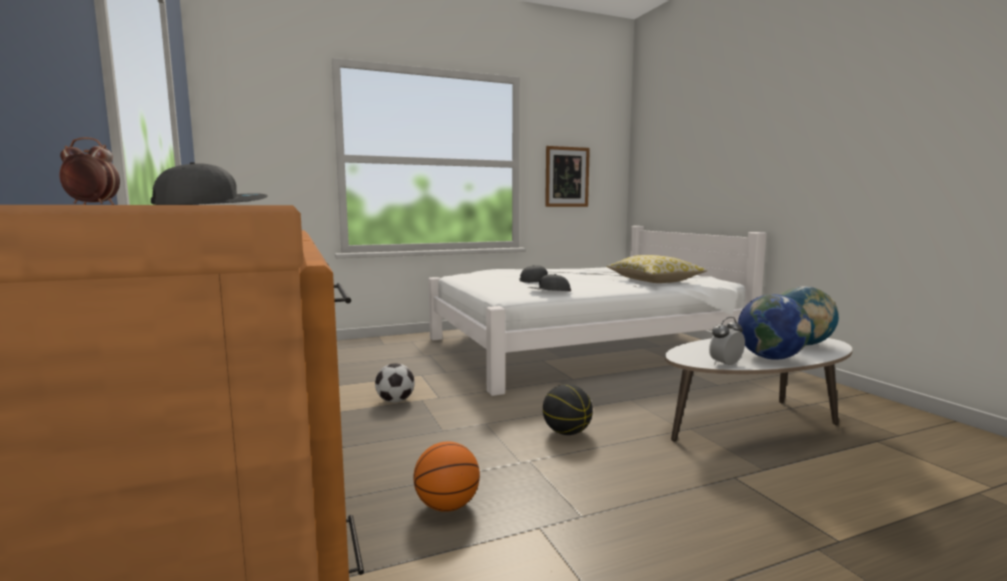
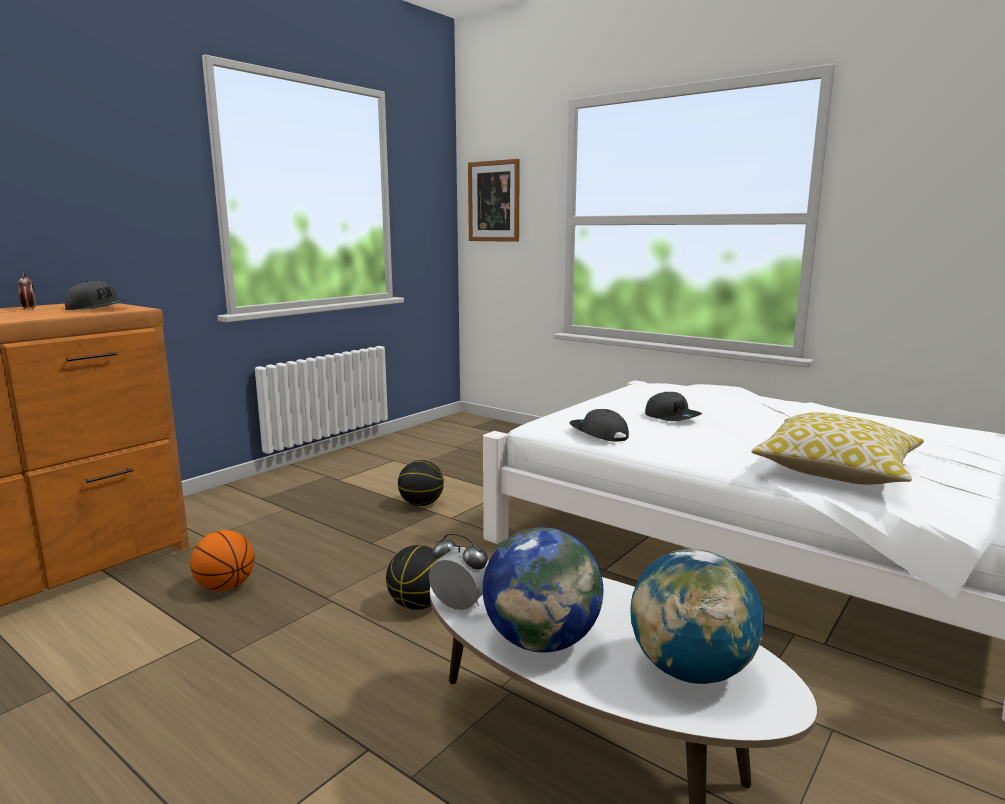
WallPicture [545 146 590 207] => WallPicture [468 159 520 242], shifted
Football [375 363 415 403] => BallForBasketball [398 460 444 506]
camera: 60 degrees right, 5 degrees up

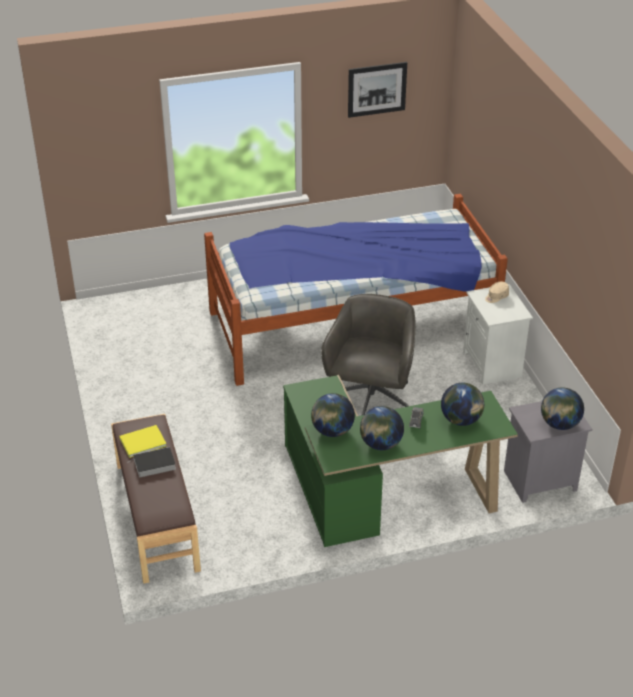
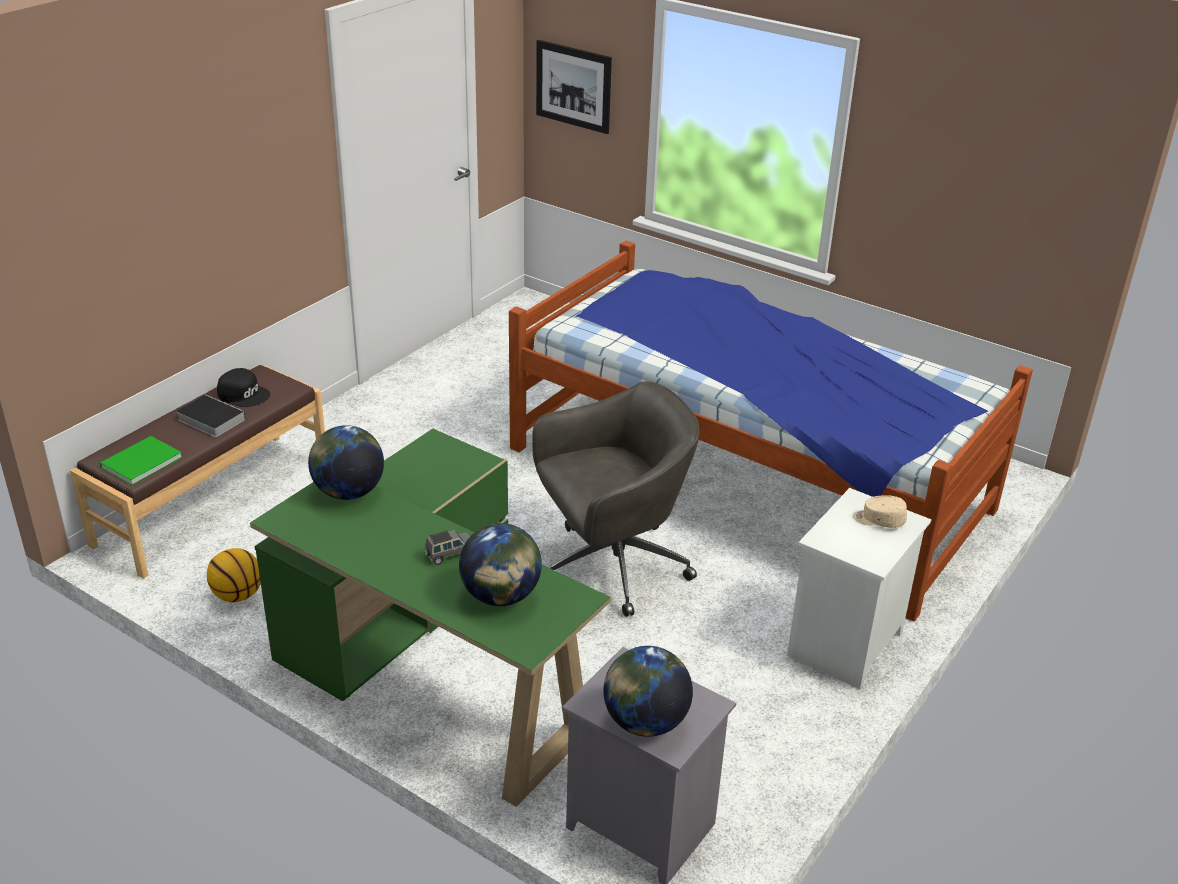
WallPicture [348 62 407 118] => WallPicture [536 40 612 134], shifted
DeskGlobe [360 406 404 450] => nothing
YellowBoundBook [119 425 167 458] => BlackCap [217 368 270 407]
nothing => GreenColouredBoundBook [99 436 182 485]
nothing => BallForBasketball [207 548 261 603]
camera: 50 degrees right, 5 degrees down

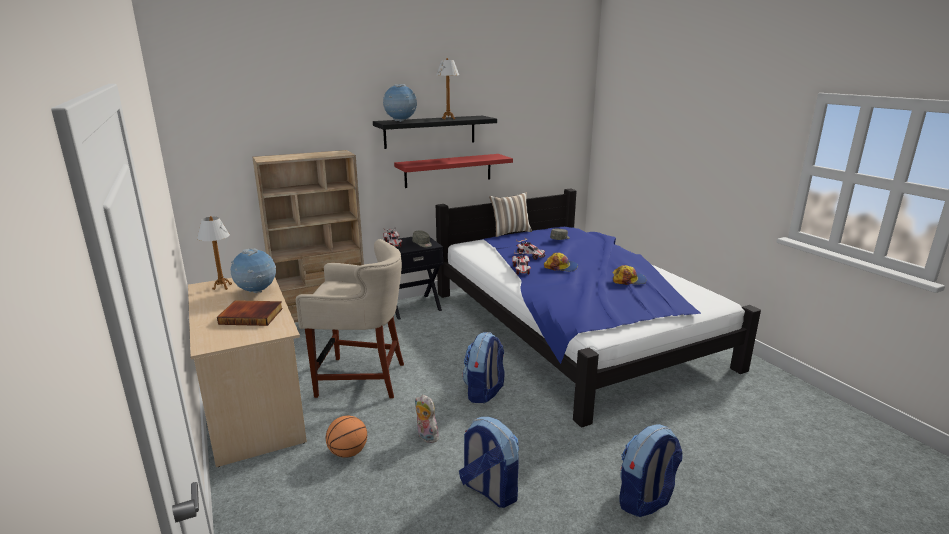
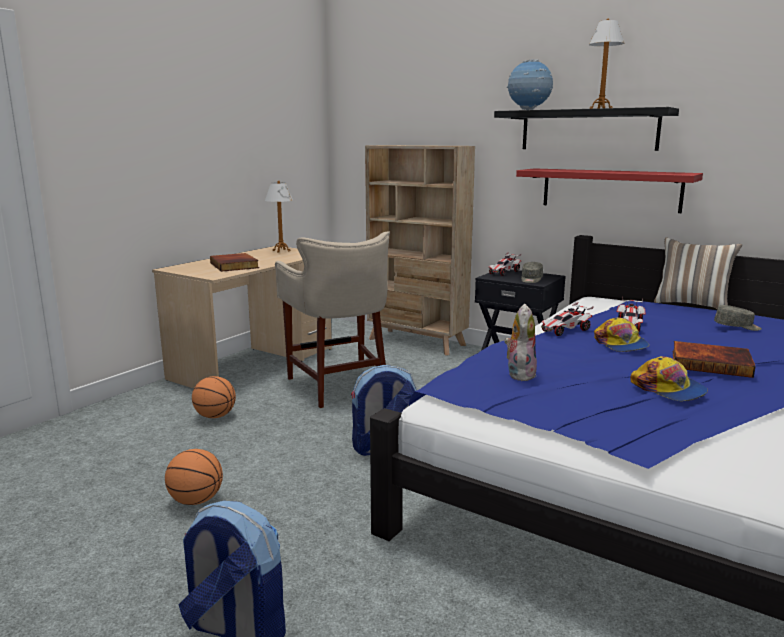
DeskGlobe [230 248 276 293] => nothing
SoftToy [415 395 439 443] => SoftToy [505 304 537 381], shifted
Knapsack [459 417 519 508] => BallForBasketball [165 449 223 505]
nothing => BoundBook [673 341 756 378]
camera: 60 degrees right, 5 degrees down

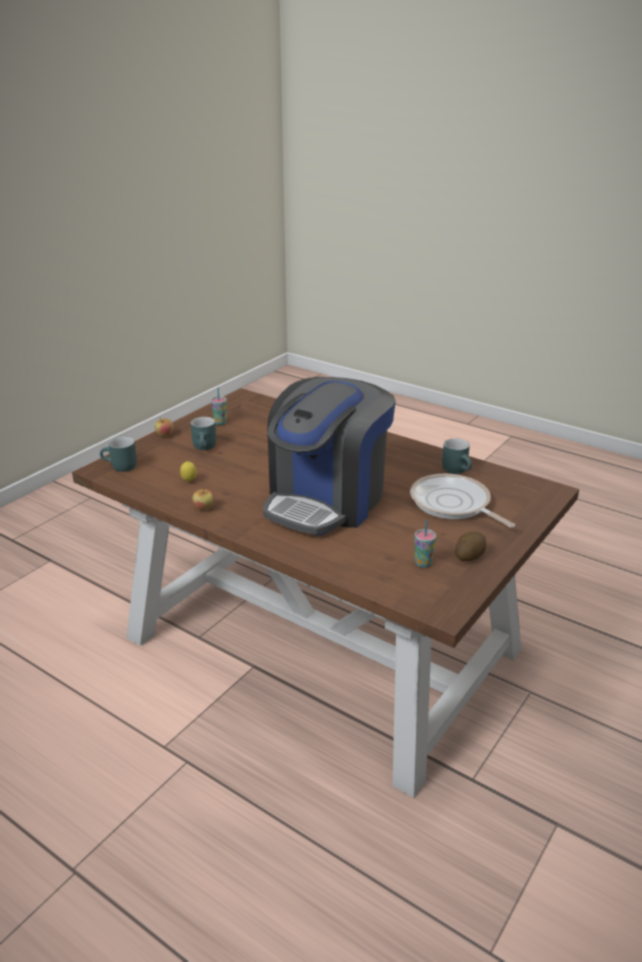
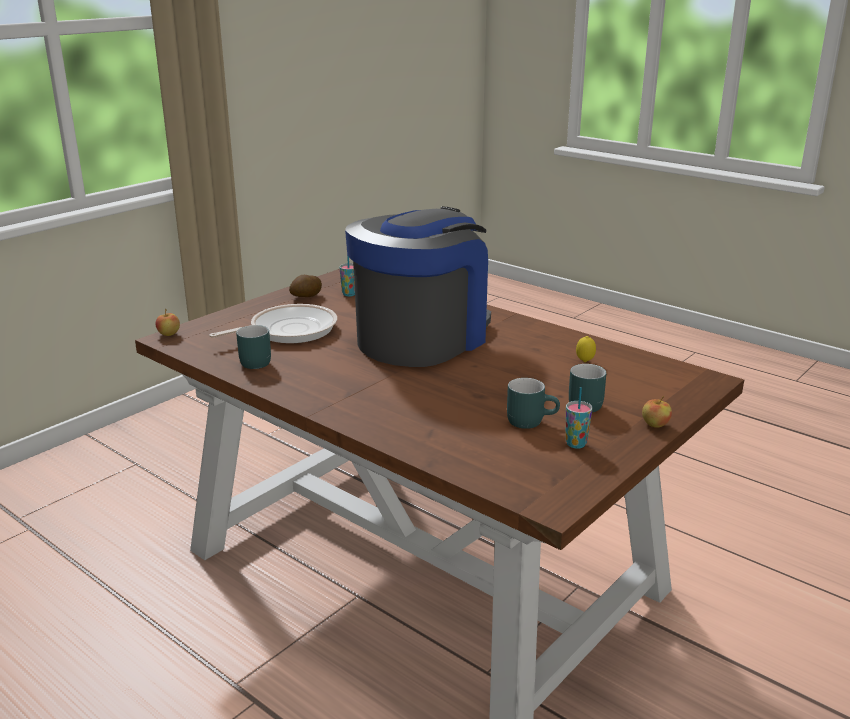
BlueGreenCoffeeMug [100 436 137 472] => BlueGreenCoffeeMug [507 378 560 429], shifted
Pan [410 474 515 528] => Pan [209 304 337 343], 90 degrees counterclockwise
Apple [192 489 214 510] => Apple [155 309 180 336], shifted
camera: 175 degrees left, 5 degrees down

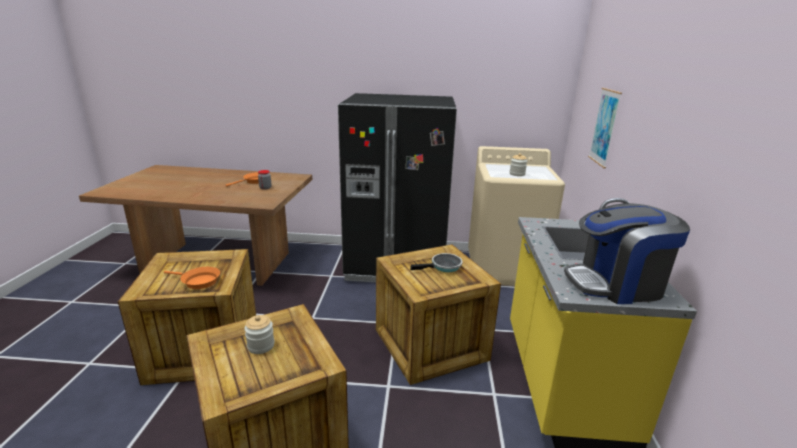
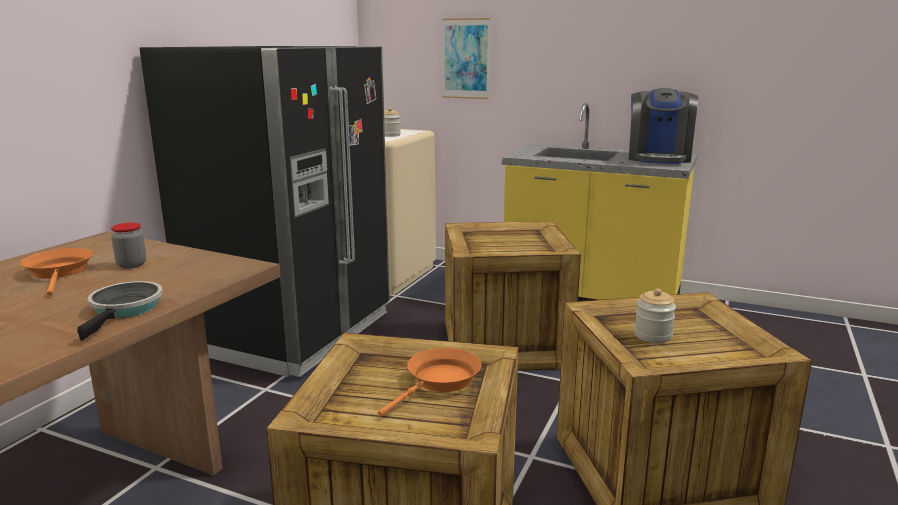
Pan [410 253 463 272] => Pan [77 281 163 341], shifted
camera: 70 degrees left, 5 degrees down

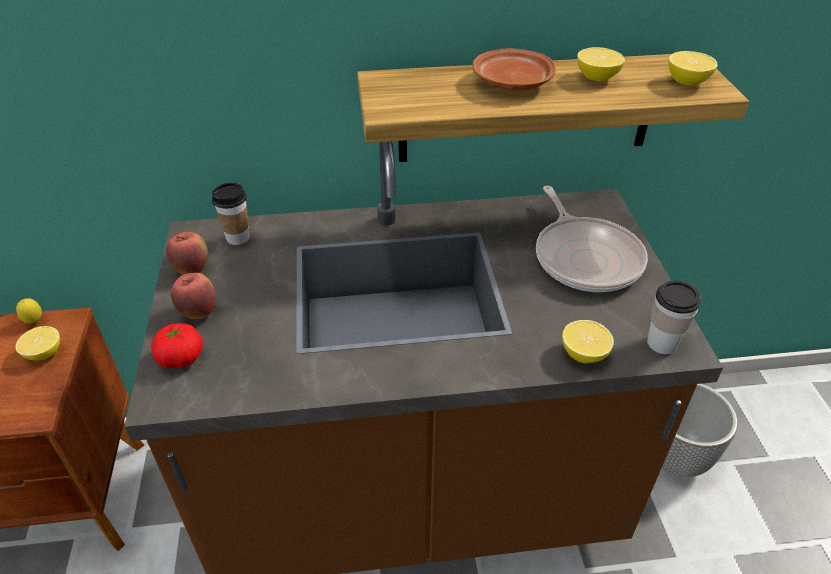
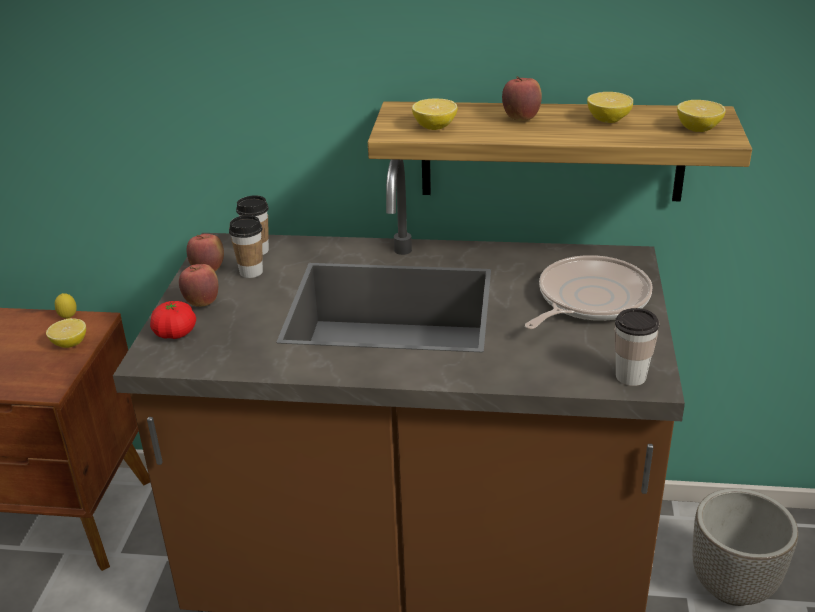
BrownPlate [472 48 556 91] => Apple [502 76 542 121]
Pan [536 186 648 292] => Pan [525 255 653 329], 135 degrees counterclockwise
Lemon [562 320 614 363] => Lemon [412 98 458 130], shifted
nothing => SmallCup [229 215 263 278]
camera: 15 degrees right, 10 degrees down

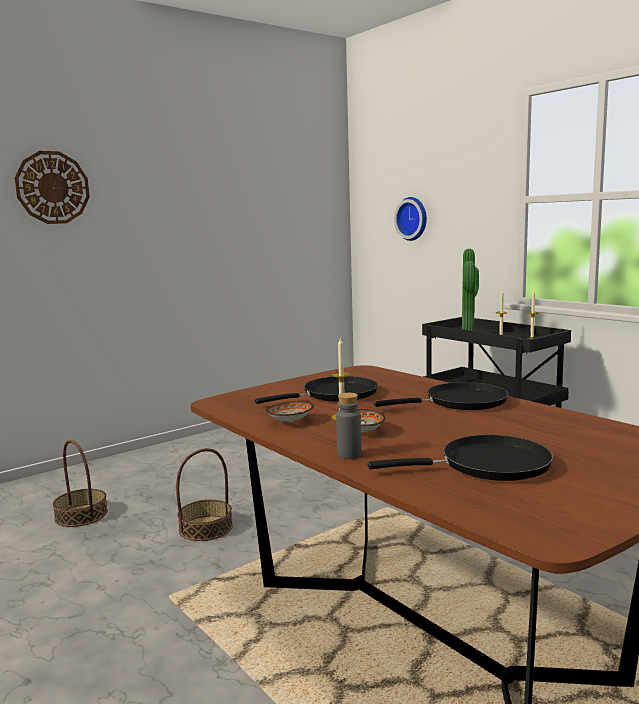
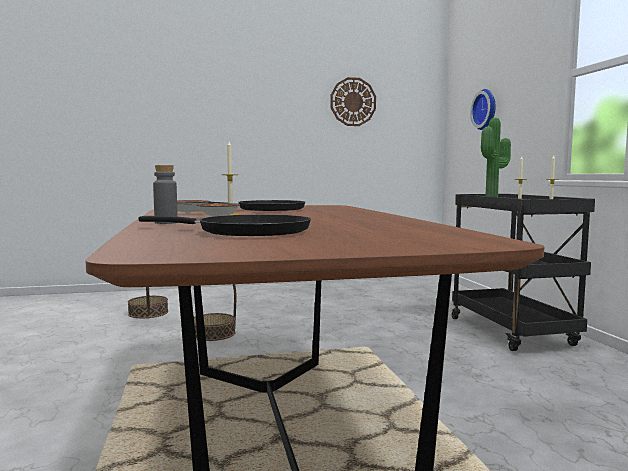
WallClock [15 151 90 224] => WallClock [331 77 376 126], shifted
BlackPan [374 382 508 410] => nothing
camera: 25 degrees right, 5 degrees down

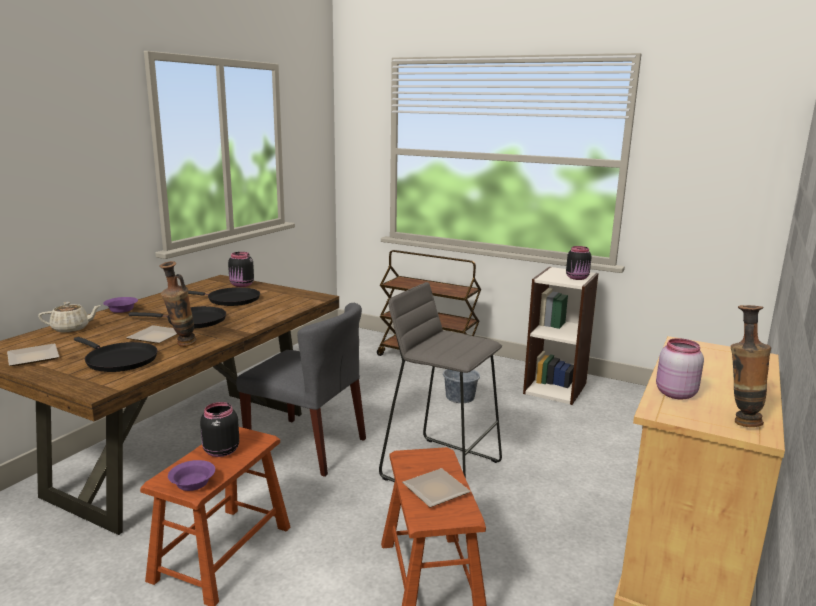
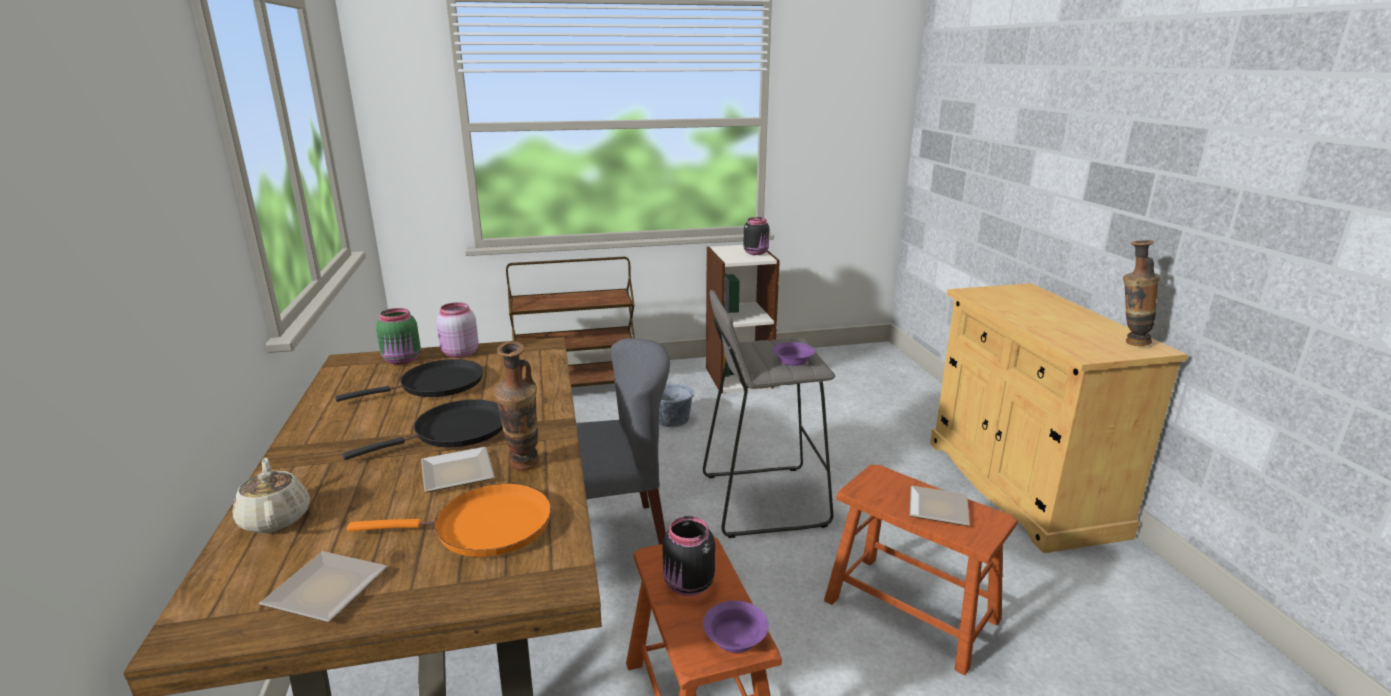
BlackStorageJar [228 252 254 287] => GreenColouredStorageJar [376 308 421 365]
PurplishBowl [103 297 138 313] => PurplishBowl [773 342 815 366], shifted
BeigeTeaPot [38 302 101 333] => BeigeTeaPot [232 458 310 533], 60 degrees counterclockwise
BlackPan [74 337 157 372] => OrangeyPan [347 483 551 557]
PinkColouredStorageJar [656 338 704 399] => PinkColouredStorageJar [436 302 479 358], shifted
camera: 40 degrees left, 5 degrees up

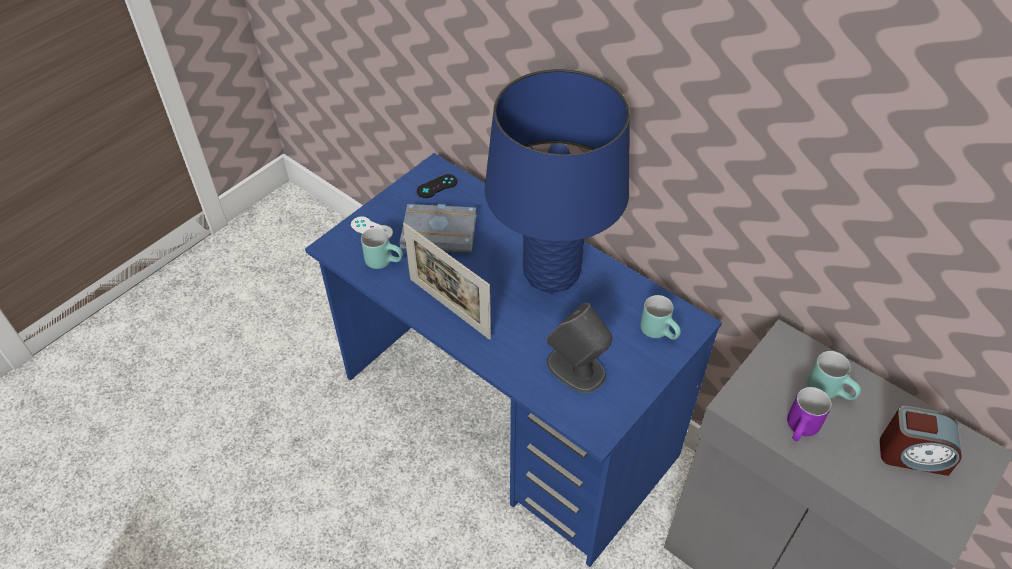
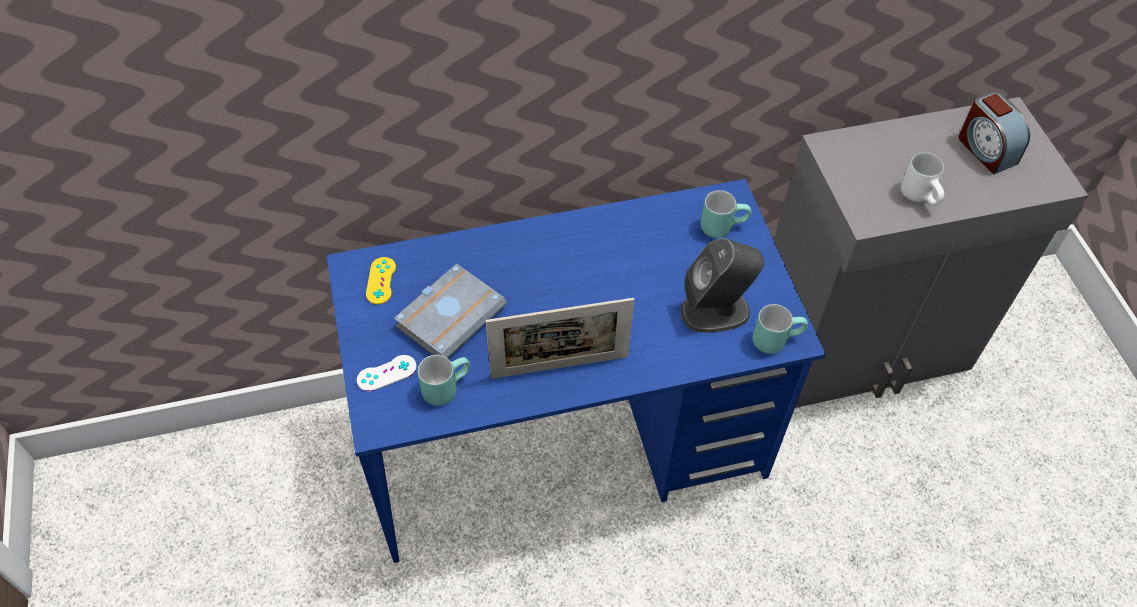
BlueTableLamp [485 69 630 293] => nothing
BlackGamepad [417 174 457 198] => YellowGamepad [366 257 396 304]
BlueGreenCoffeeMug [807 351 861 400] => BlueGreenCoffeeMug [753 304 808 354], shifted
PurplishCoffeeMug [787 387 831 441] => WhiteCoffeeMug [901 152 944 206]
TableClock [880 406 962 476] => TableClock [959 91 1030 175], 105 degrees clockwise
camera: 55 degrees left, 5 degrees up

